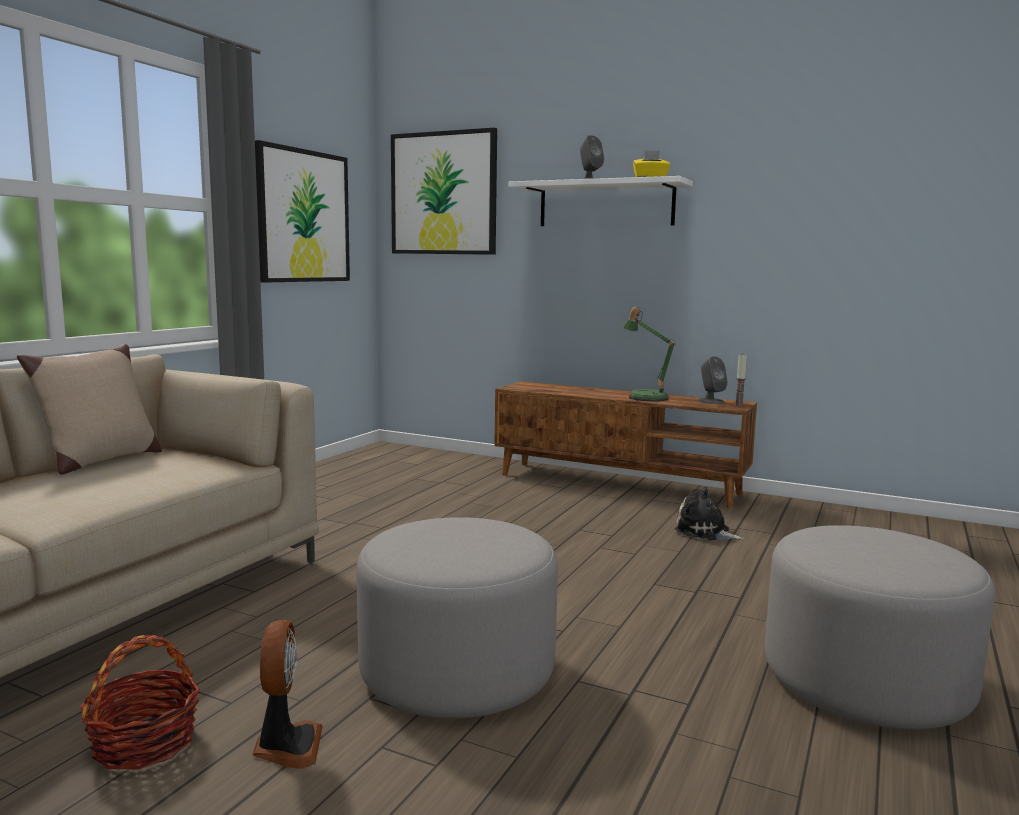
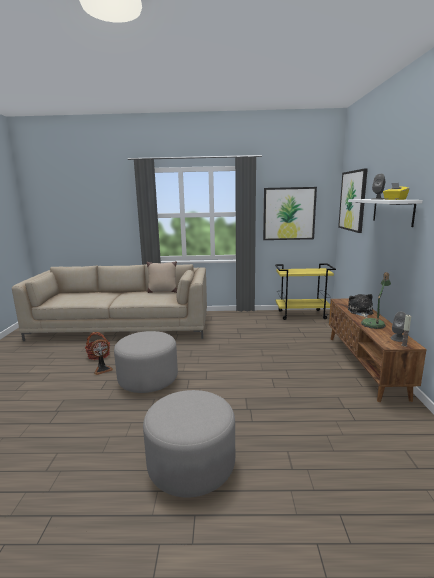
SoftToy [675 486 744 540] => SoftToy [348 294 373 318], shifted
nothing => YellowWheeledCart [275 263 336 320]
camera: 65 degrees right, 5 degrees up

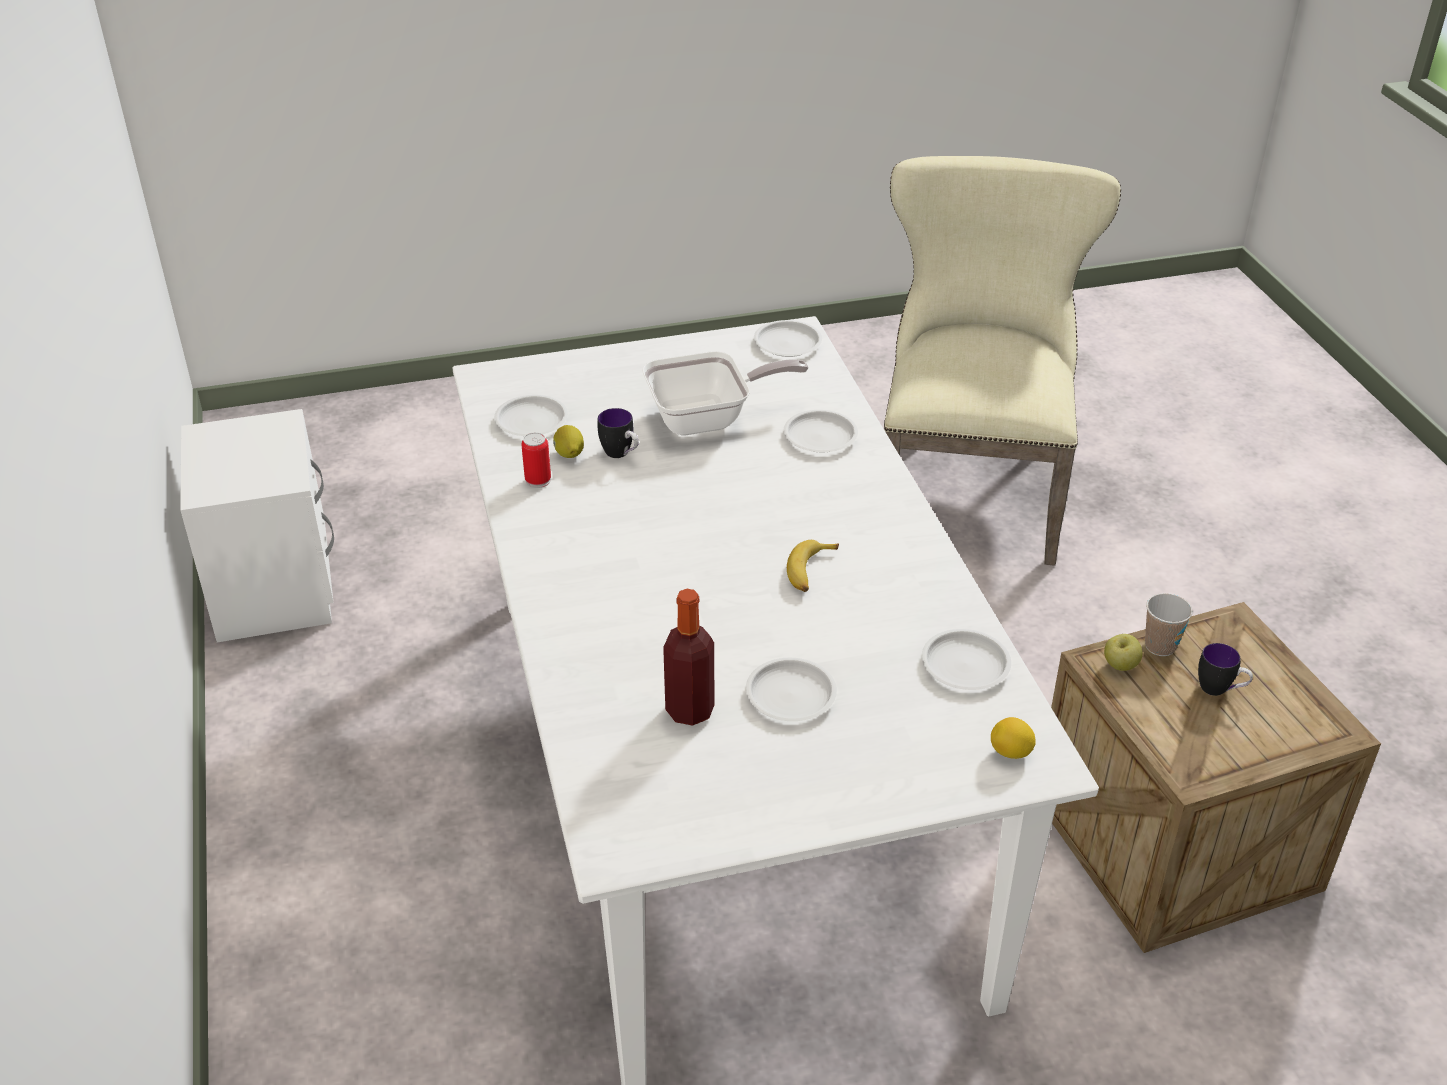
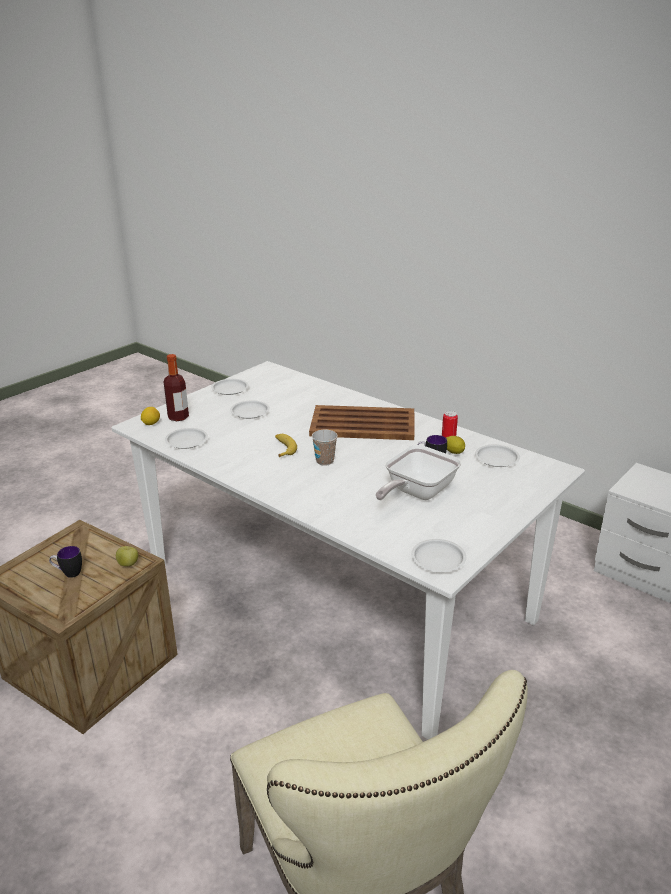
WhitePlate [784 410 858 452] => WhitePlate [211 379 249 395], shifted
Bottle [663 589 715 726] => Bottle [164 354 189 421], shifted
SmallCup [1145 593 1193 656] => SmallCup [312 430 338 466], shifted
nothing => BrownServingTray [309 405 414 440]
camera: 145 degrees right, 10 degrees down

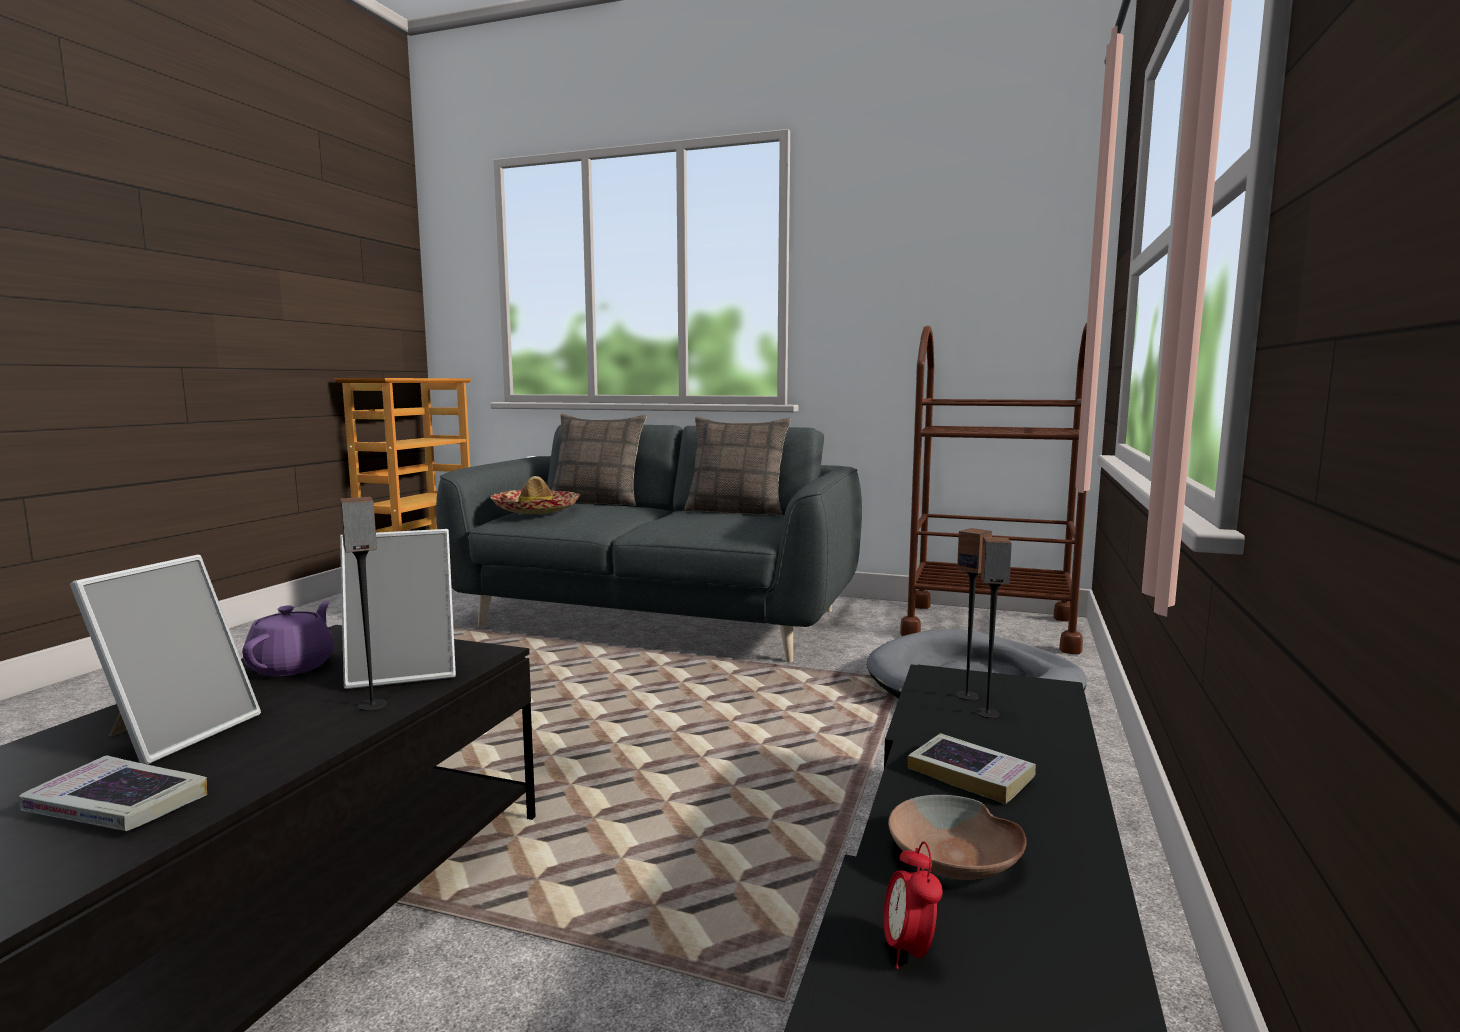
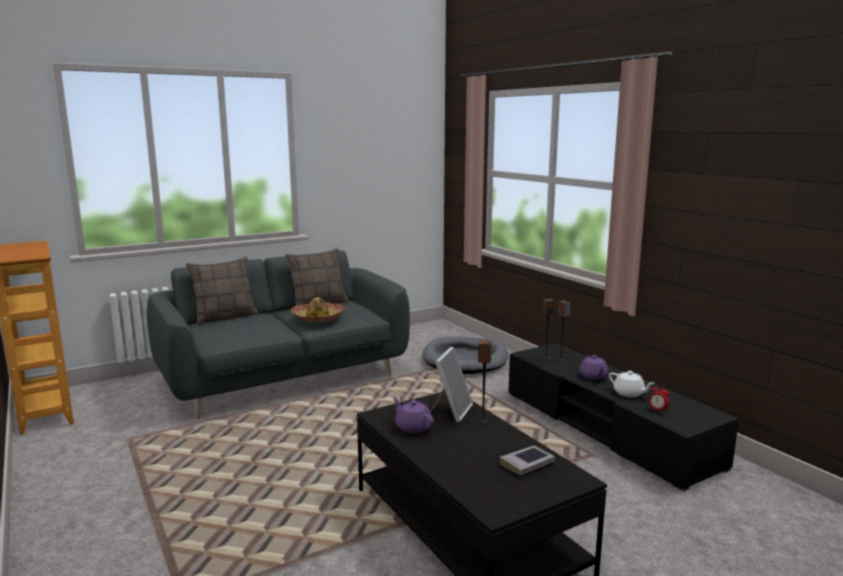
BrownWheeledCart [900 323 1087 654] => nothing
WearableHat [490 476 580 514] => WearableHat [291 298 345 322], shifted
StandingFrame [70 555 261 765] => nothing
BoundBook [908 733 1036 804] => PurplishTeaPot [579 355 608 380]
BrownBowl [888 795 1027 880] => WhiteTeaPot [609 371 655 397]
camera: 50 degrees left, 5 degrees up

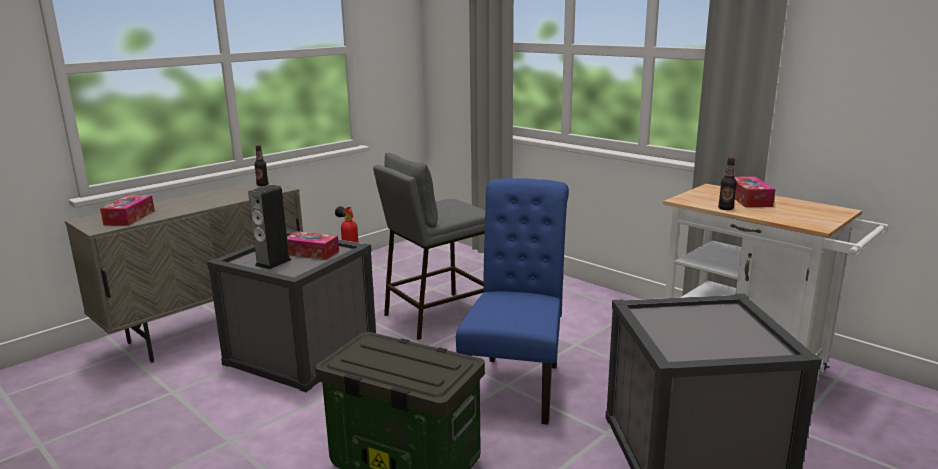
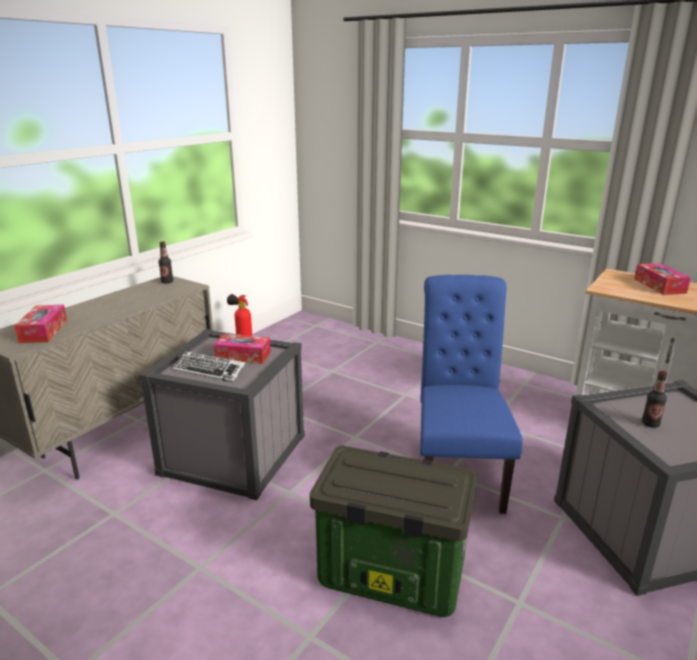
GreySittingStool [373 153 485 340] => nothing
Bottle [718 158 737 210] => Bottle [642 371 667 428], shifted
AudioSpeaker [248 185 291 269] => Keyboard [173 351 245 382]
camera: 10 degrees left, 5 degrees up

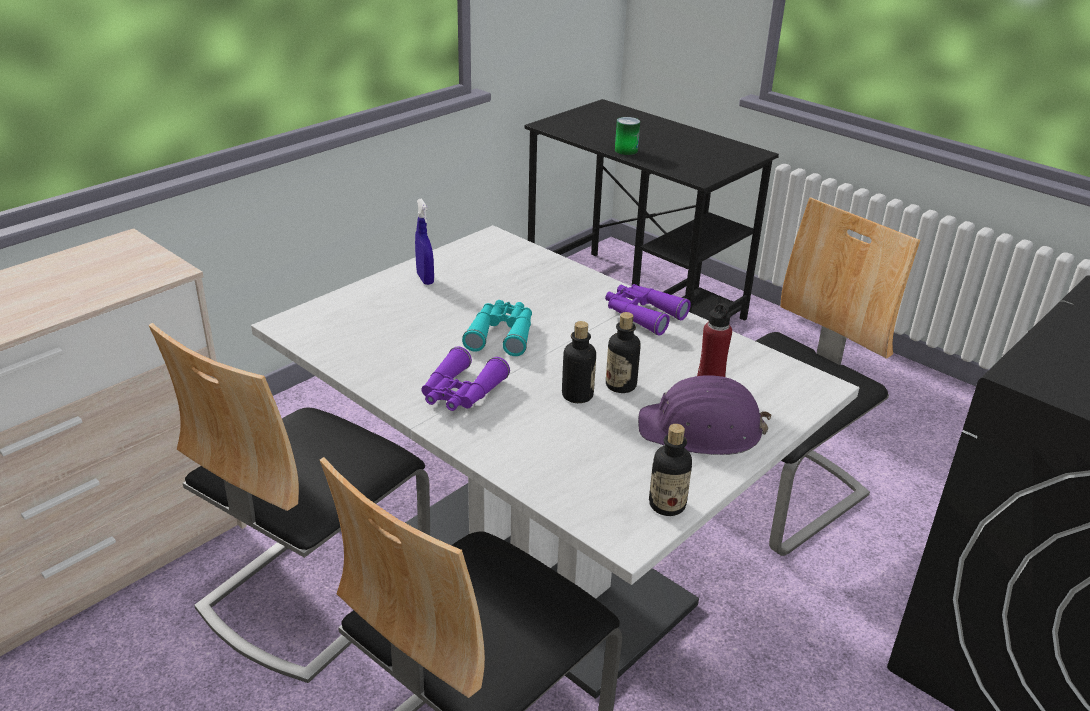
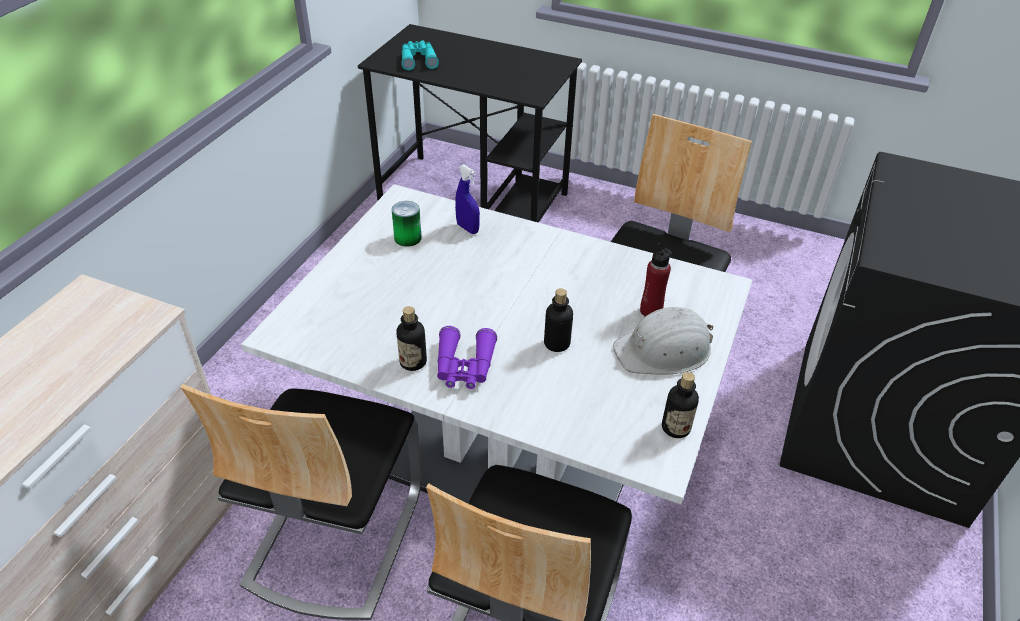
Can [615 117 640 155] => Can [392 201 422 247], shifted
BlueSprayer [415 199 434 285] => BlueSprayer [455 164 480 234], shifted
PurplishFieldGlasses [605 284 691 336] => nothing
BlueGreenFieldGlasses [462 300 532 356] => BlueGreenFieldGlasses [401 40 439 70], shifted
Bottle [606 312 641 393] => Bottle [396 306 427 371], shifted
PurplishHardHat [638 375 771 455] => WhiteHardHat [613 307 713 375]
camera: 20 degrees left, 10 degrees up

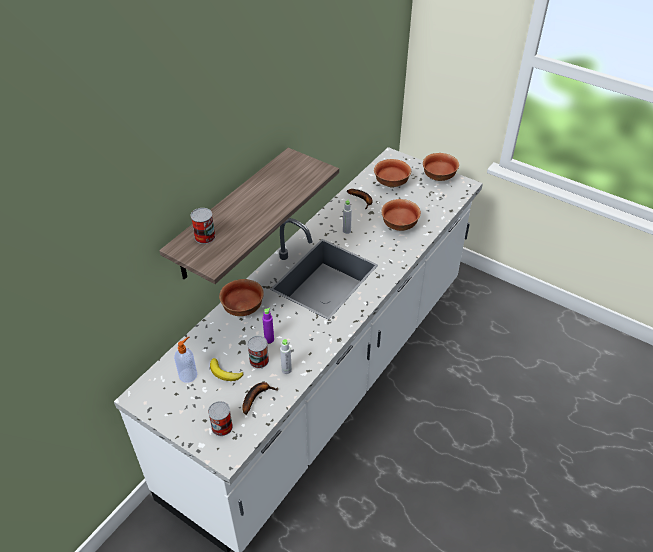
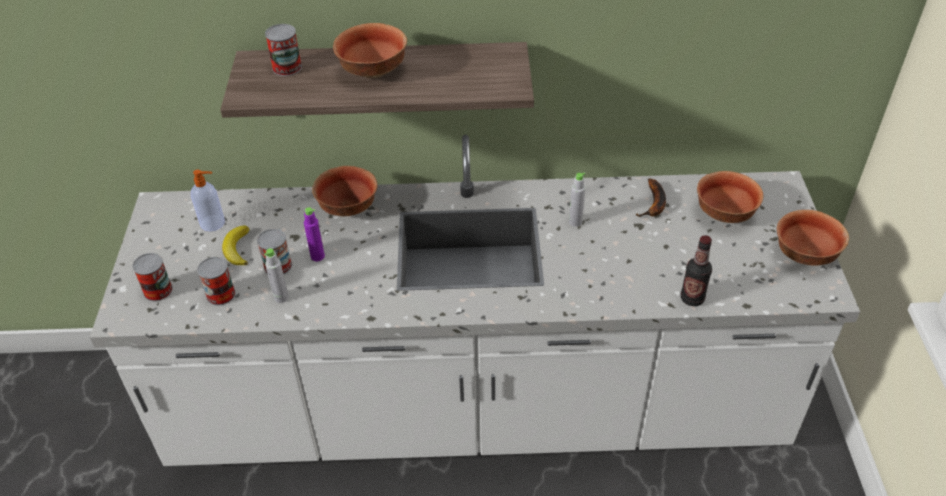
Bowl [382 199 421 231] => Bowl [333 23 407 79], shifted
WholeBanana [242 382 279 415] => Can [197 257 236 306]
nothing => Bottle [681 235 712 306]
camera: 55 degrees right, 0 degrees up

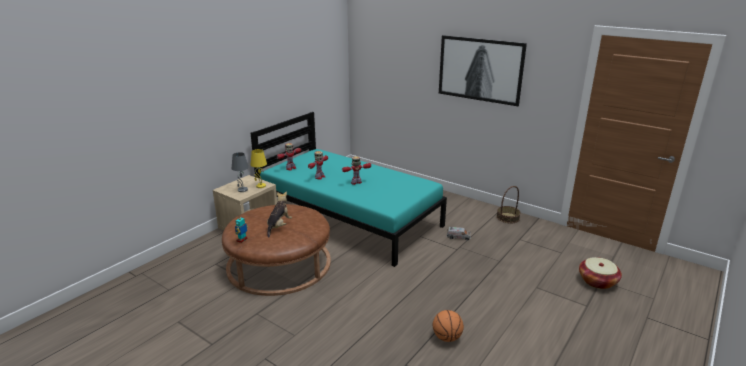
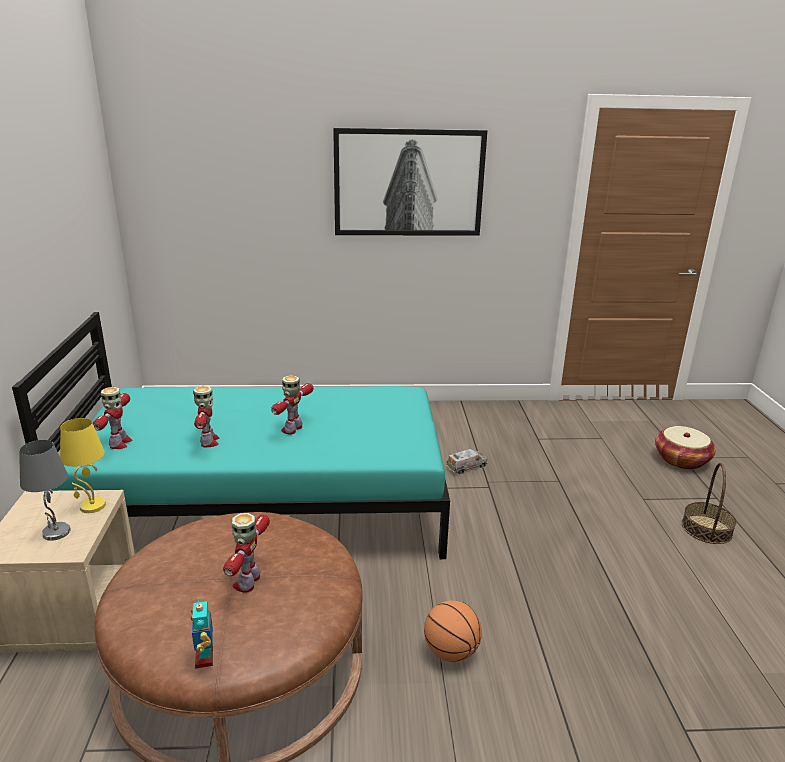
HouseholdBasket [497 186 521 223] => HouseholdBasket [682 463 736 544], shifted
SoftToy [267 192 292 238] => ModelRobot [223 513 270 593]
BallForBasketball [433 310 464 342] => BallForBasketball [424 600 482 662], shifted
camera: 40 degrees left, 0 degrees up

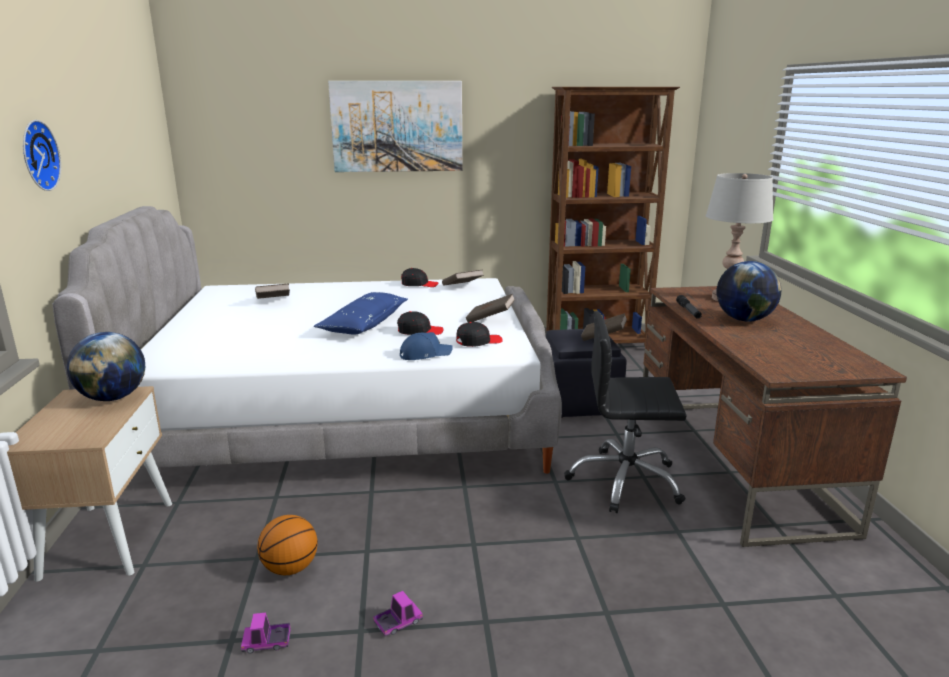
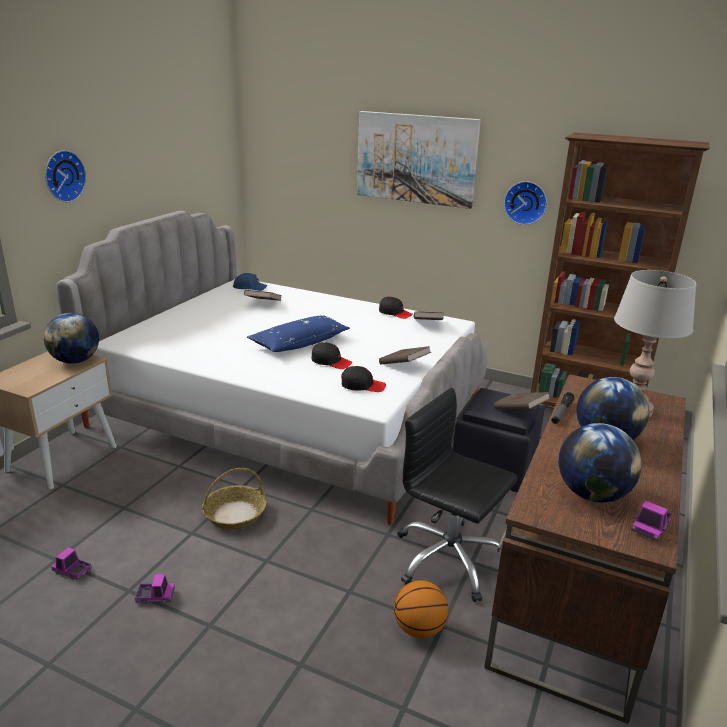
BlueCap [400 332 453 360] => BlueCap [233 273 268 291], shifted
BallForBasketball [257 515 318 575] => BallForBasketball [394 580 449 638], shifted
nothing => WallClock [504 181 547 225]
nothing => DeskGlobe [559 423 642 502]
nothing => HouseholdBasket [202 468 266 530]
nothing => ModelTruck [631 501 672 541]
camera: 30 degrees right, 5 degrees up

